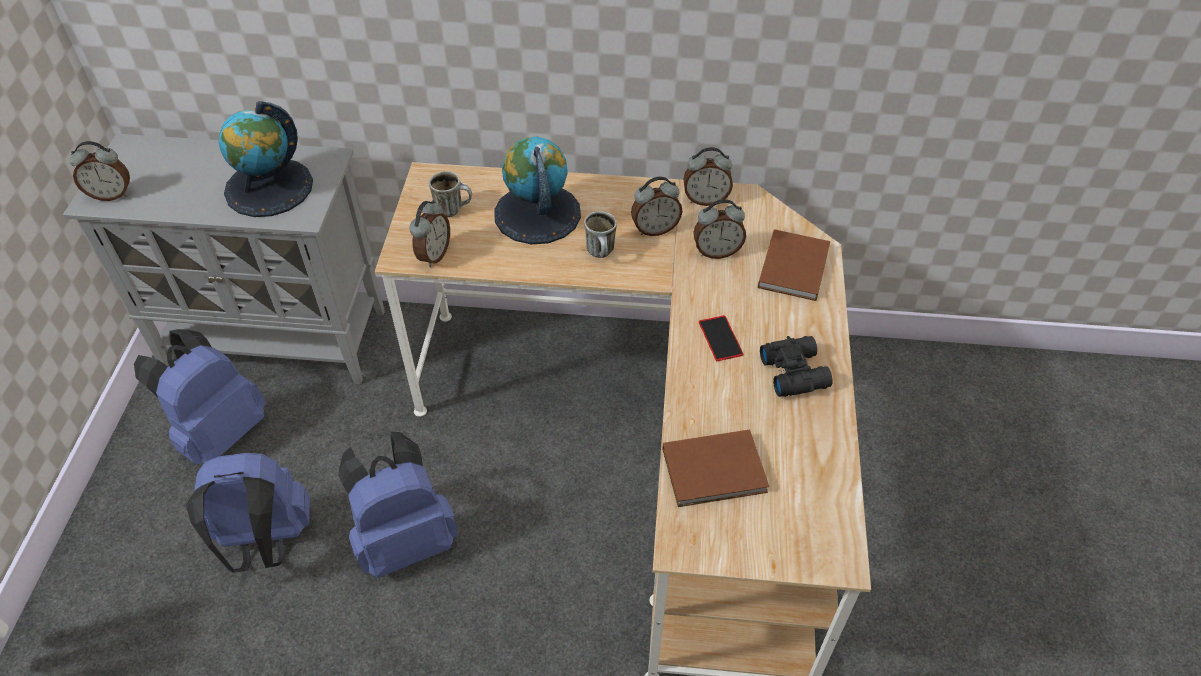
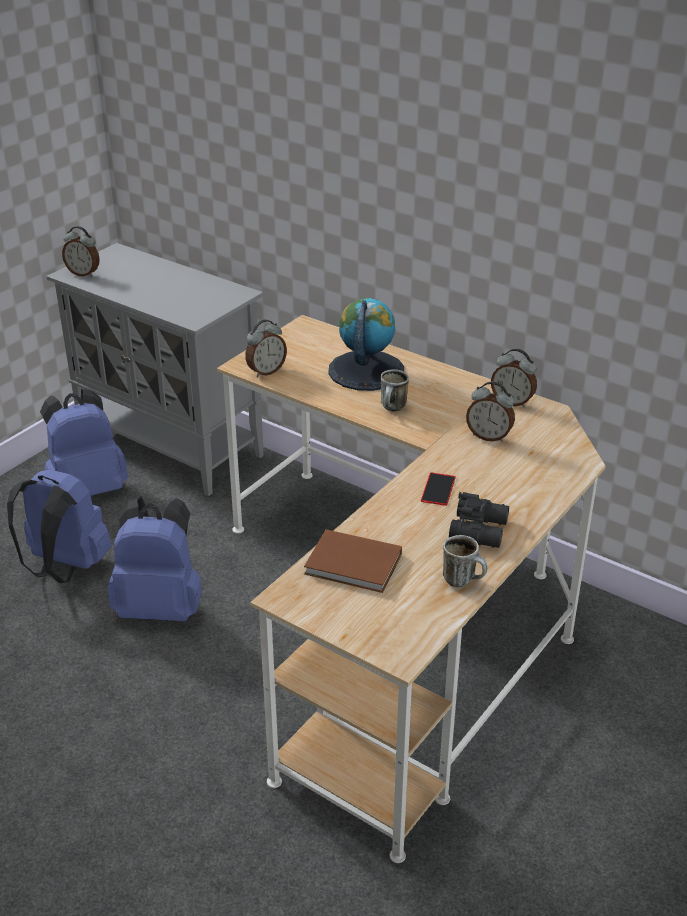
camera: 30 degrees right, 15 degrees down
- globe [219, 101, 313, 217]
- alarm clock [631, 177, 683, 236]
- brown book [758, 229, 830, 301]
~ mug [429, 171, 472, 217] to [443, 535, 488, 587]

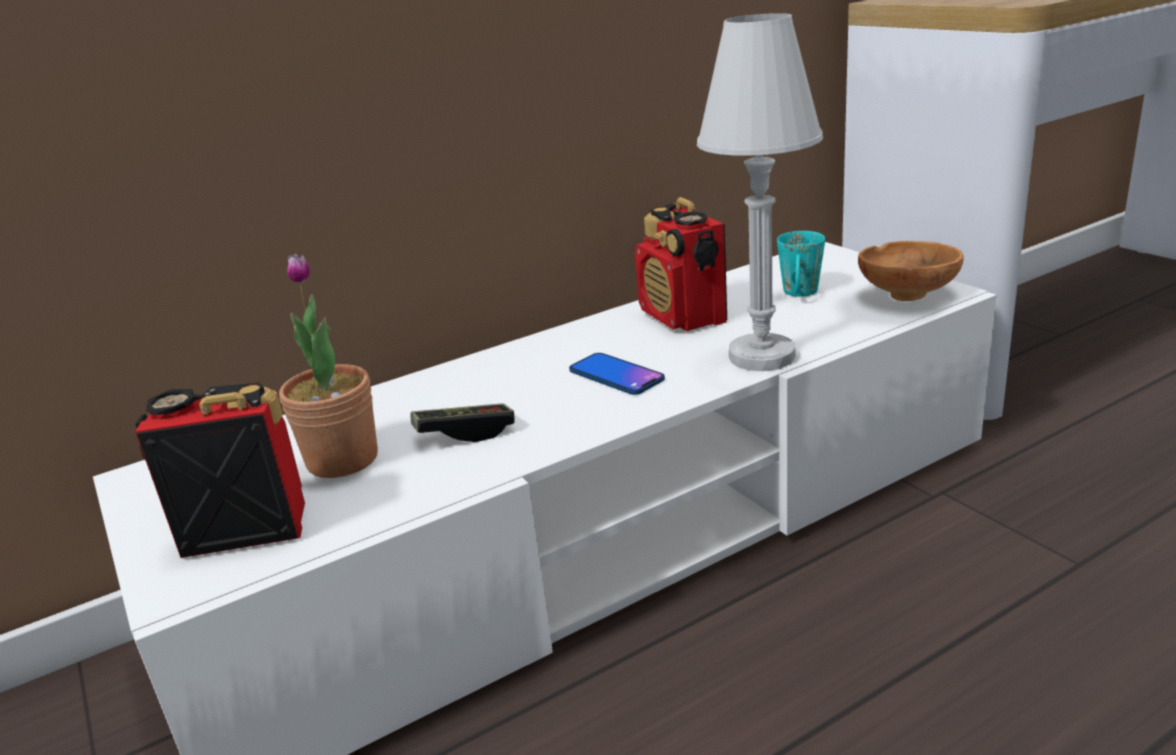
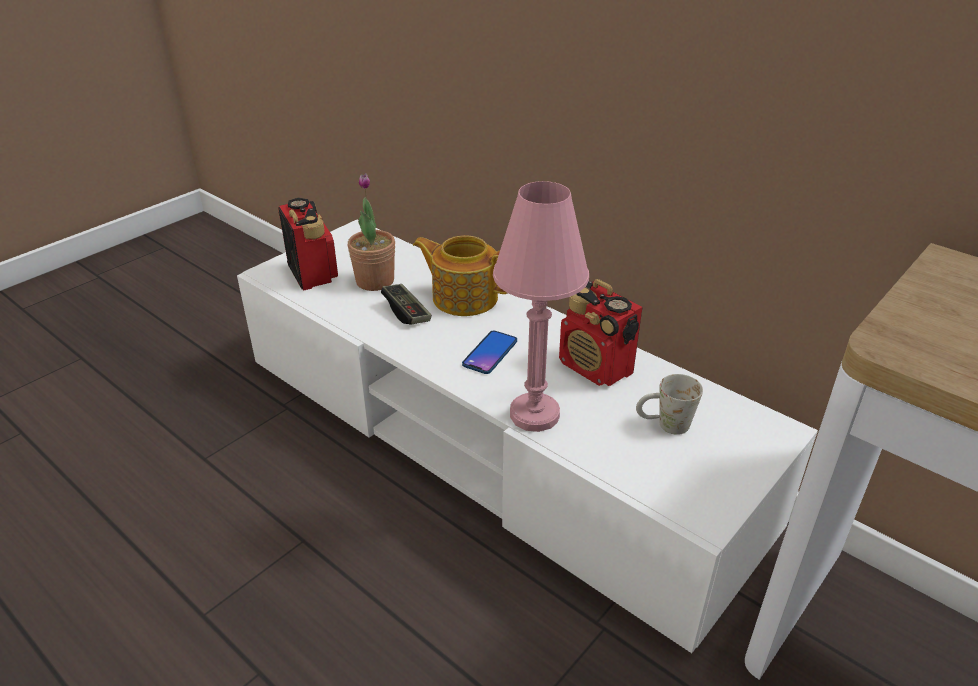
camera: 70 degrees right, 10 degrees up
- brown bowl [858, 241, 964, 301]
+ teapot [413, 235, 507, 316]
~ white table lamp [697, 13, 823, 371] to pink table lamp [493, 181, 589, 432]
~ turquoise mug [777, 231, 825, 297] to white mug [636, 374, 703, 435]
~ radio [635, 197, 727, 331] = [559, 279, 642, 386] 90 degrees counterclockwise

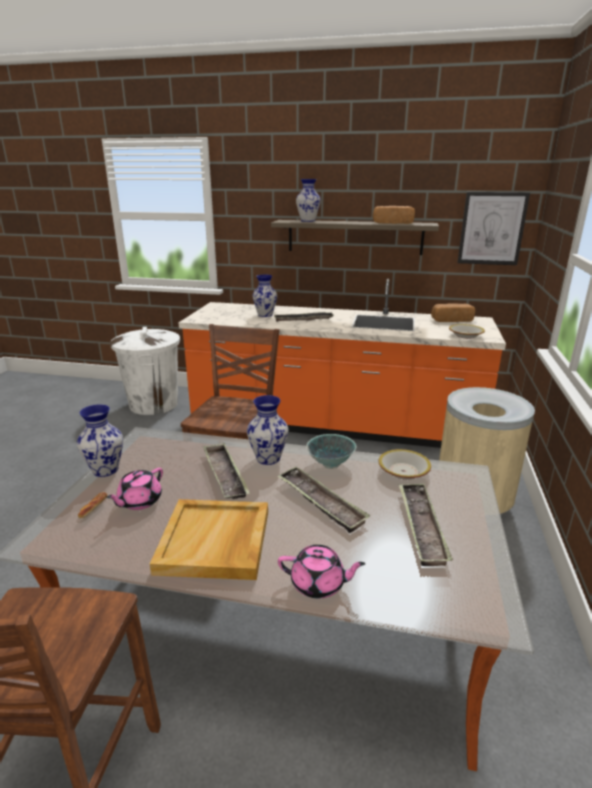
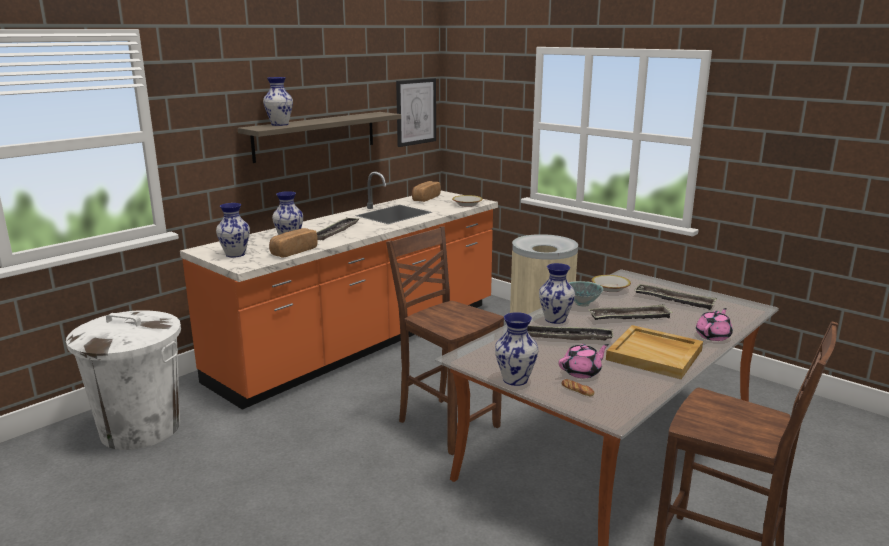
camera: 60 degrees left, 5 degrees down
+ vase [216, 203, 250, 258]
~ bread [373, 206, 415, 224] to [269, 228, 318, 257]
~ pink teapot [106, 468, 163, 510] = [559, 344, 609, 378] 90 degrees counterclockwise

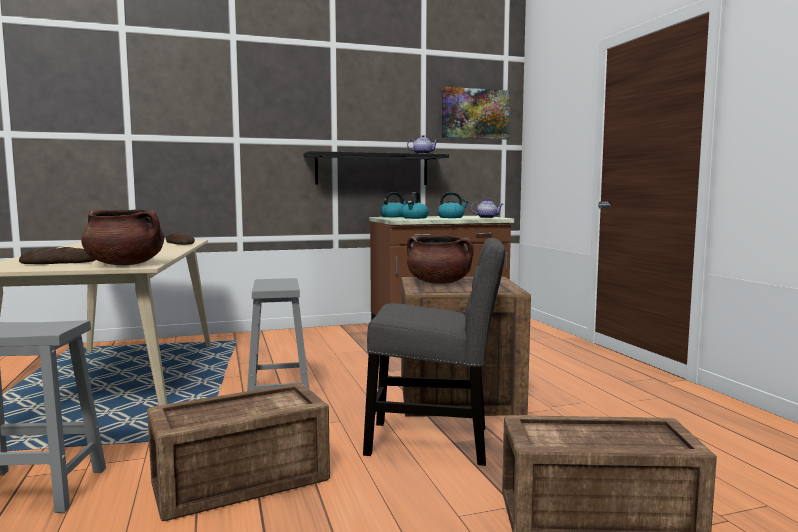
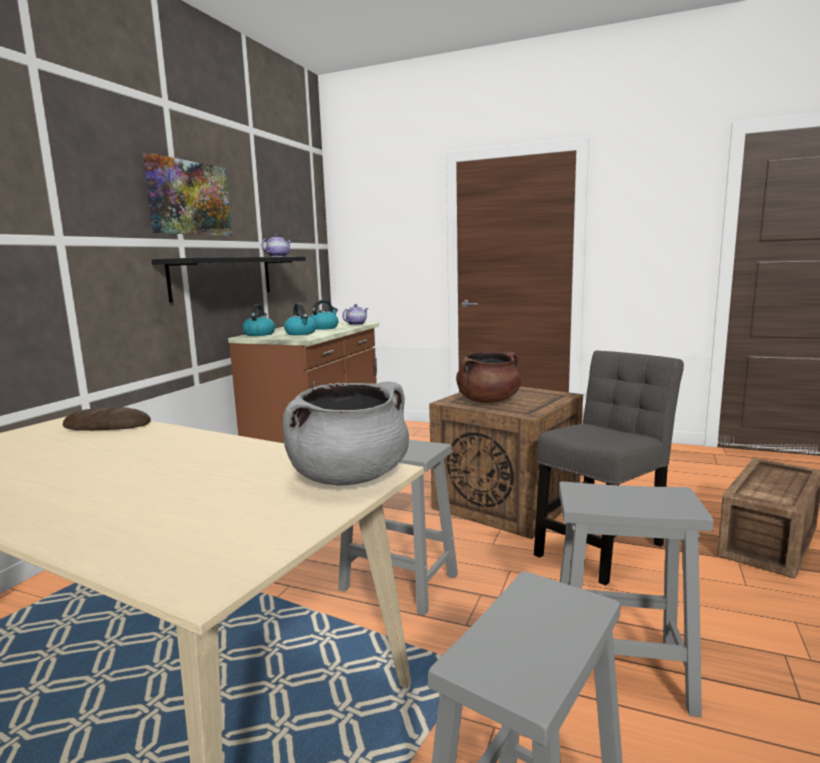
camera: 50 degrees left, 5 degrees up
- bread [19, 247, 95, 264]
~ picture [442, 87, 510, 139] to [143, 152, 232, 236]
~ crate [147, 383, 330, 521] to grey stool [559, 482, 713, 717]
~ brown cooking pot [81, 209, 164, 265] to grey cooking pot [283, 381, 409, 485]

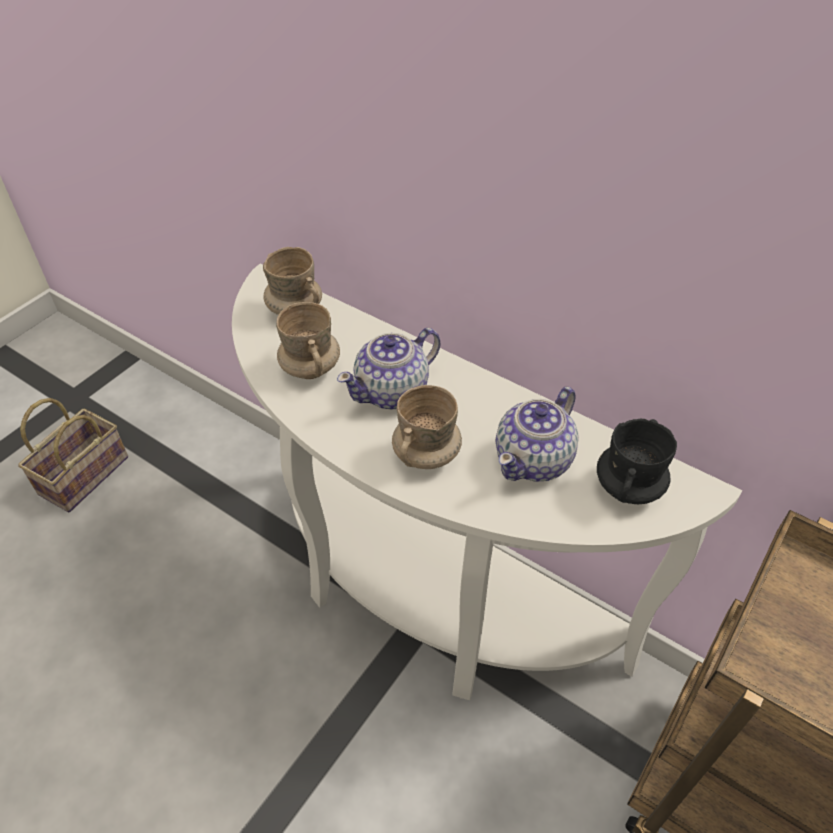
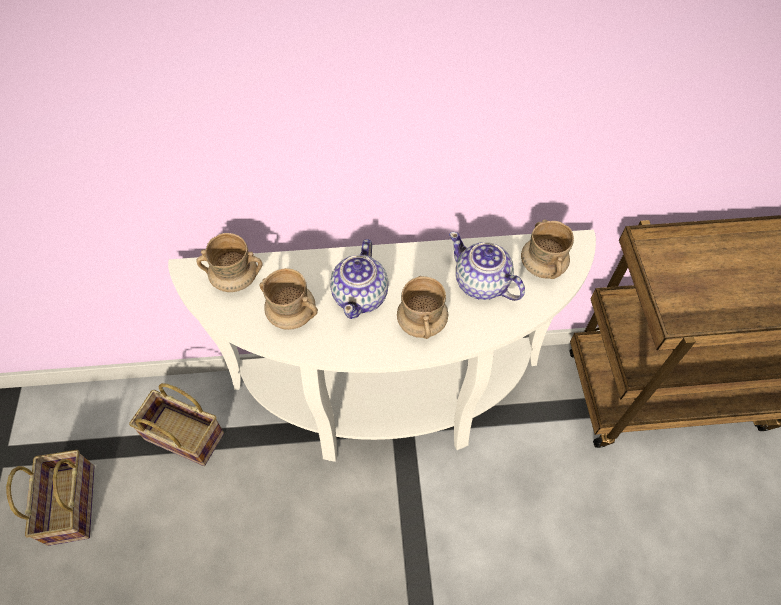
camera: 40 degrees left, 10 degrees up
+ basket [129, 383, 224, 466]
~ black mug [597, 419, 677, 504] to beige mug [521, 220, 574, 279]
~ teapot [496, 387, 579, 482] = [449, 232, 525, 301] 135 degrees clockwise

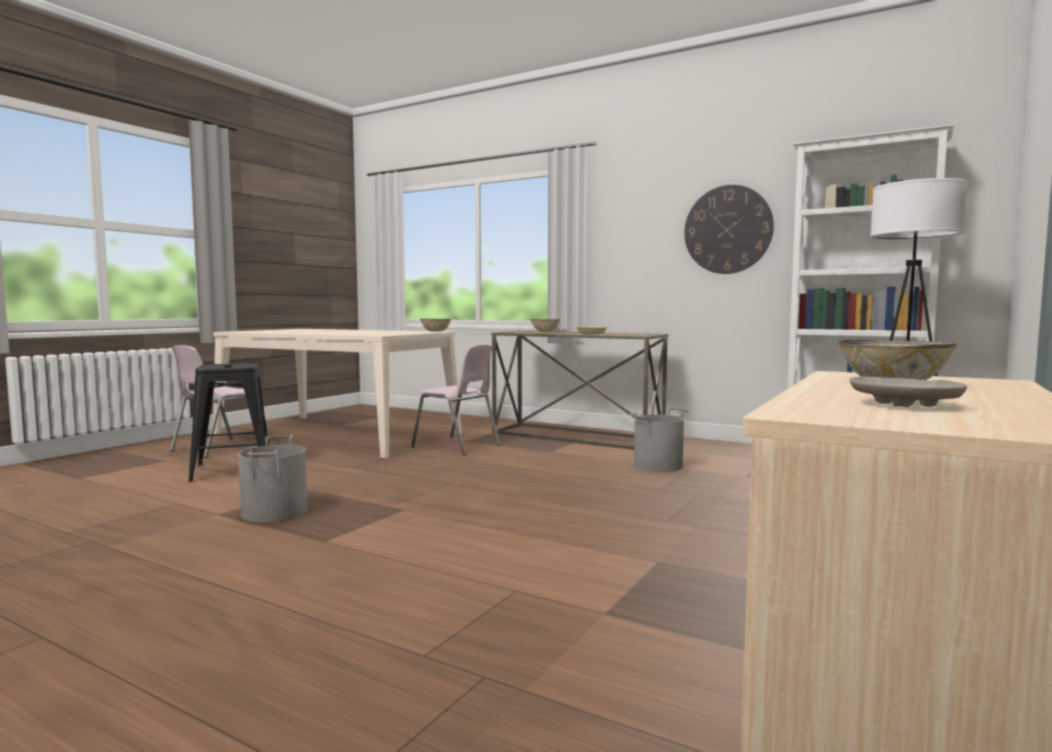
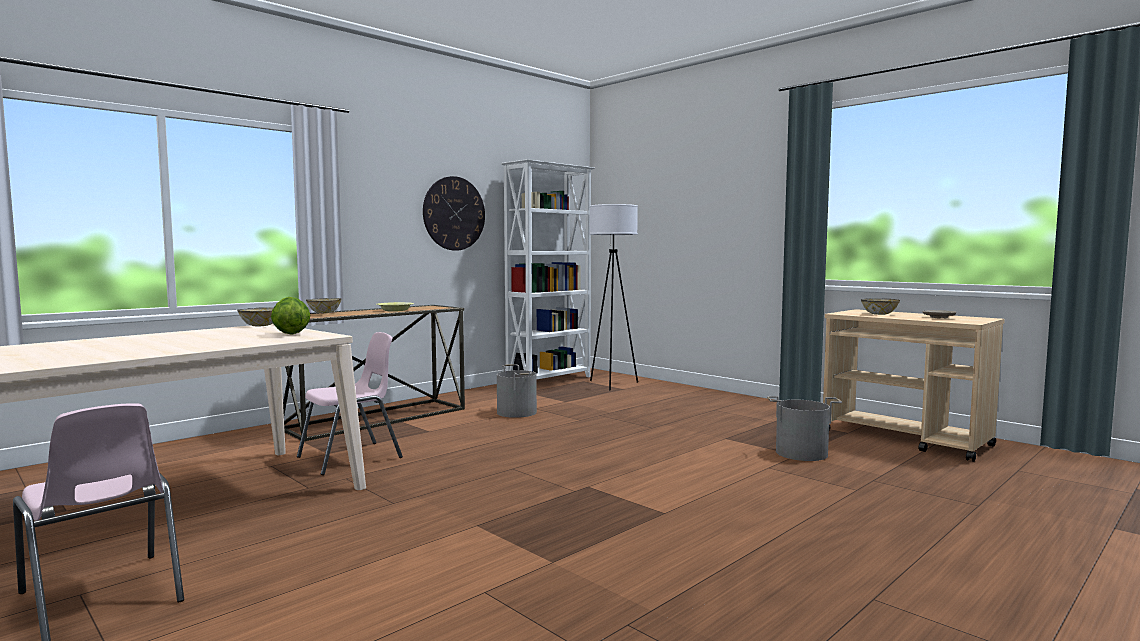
camera: 75 degrees left, 0 degrees up
- black stool [188, 363, 269, 482]
+ lettuce [271, 297, 310, 334]
~ grey bucket [238, 435, 307, 523] to [767, 396, 842, 461]

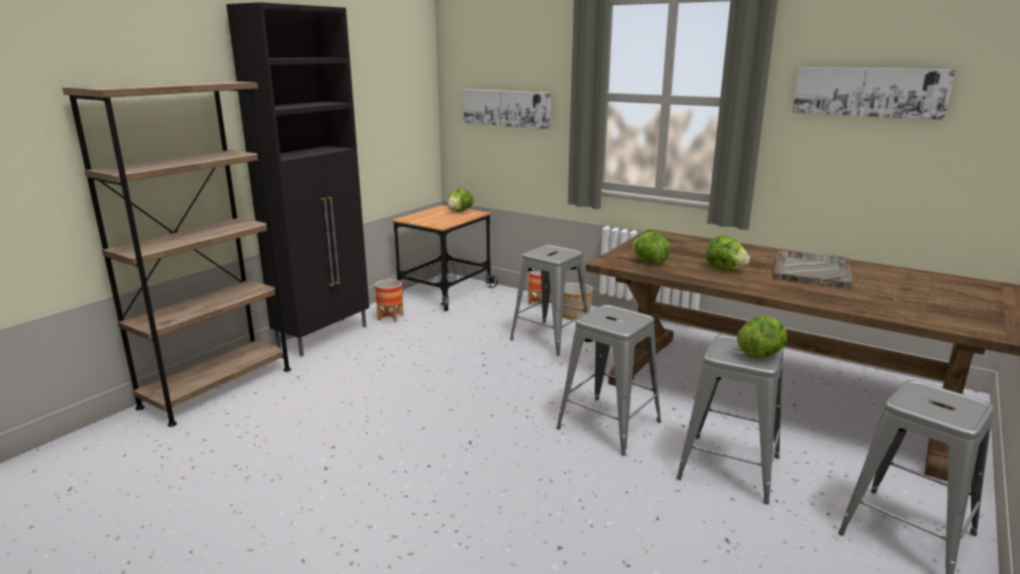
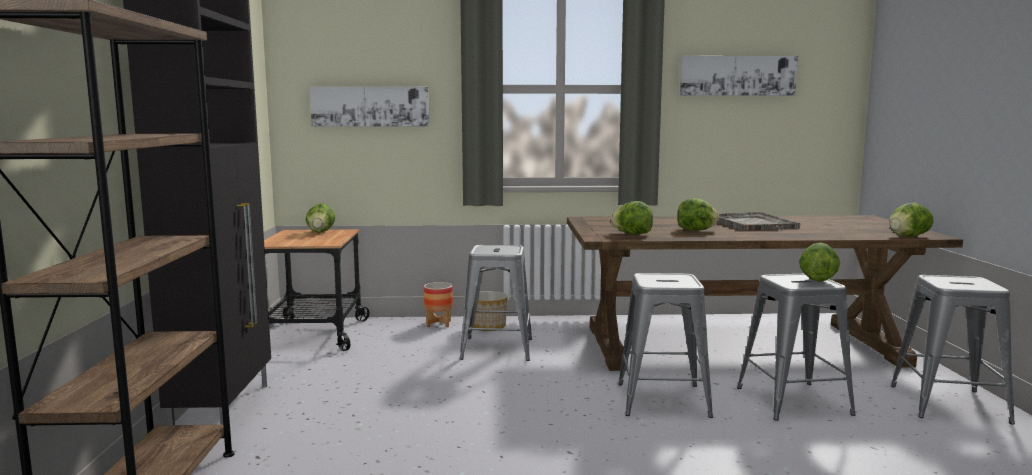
camera: 35 degrees left, 10 degrees down
- planter [375, 279, 404, 322]
+ lettuce [889, 203, 934, 237]

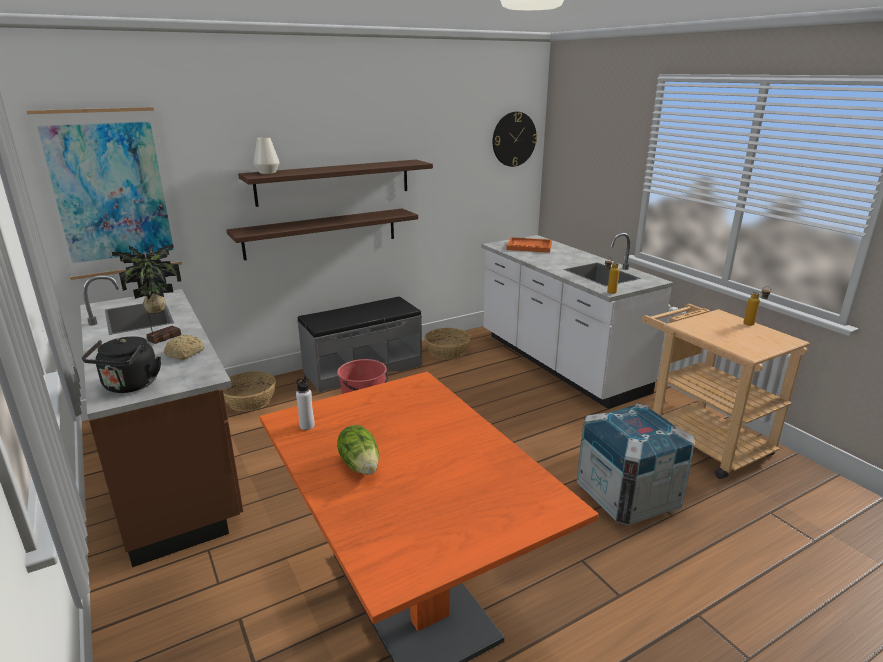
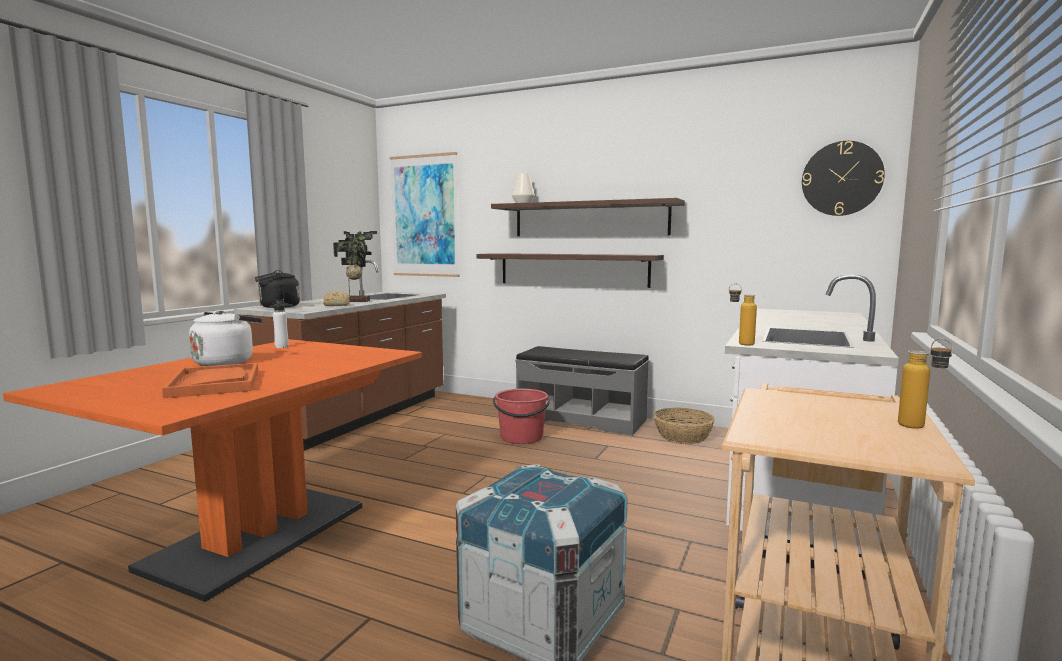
camera: 55 degrees right, 15 degrees down
- basket [223, 371, 276, 411]
~ orange tray [506, 237, 552, 253] to [162, 363, 258, 398]
~ lettuce [337, 425, 379, 475] to white kettle [189, 310, 262, 366]

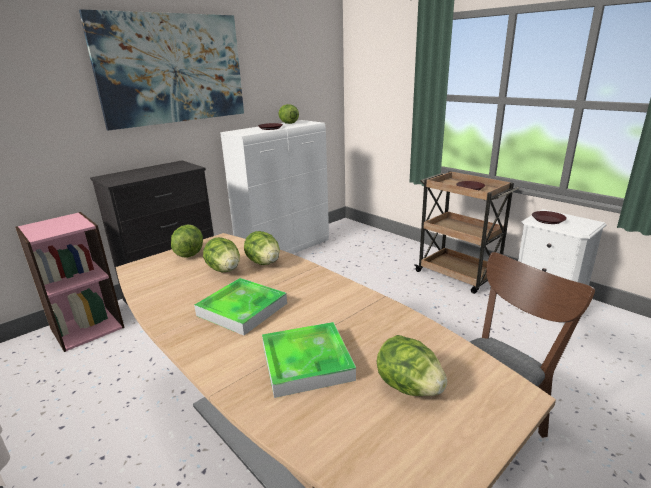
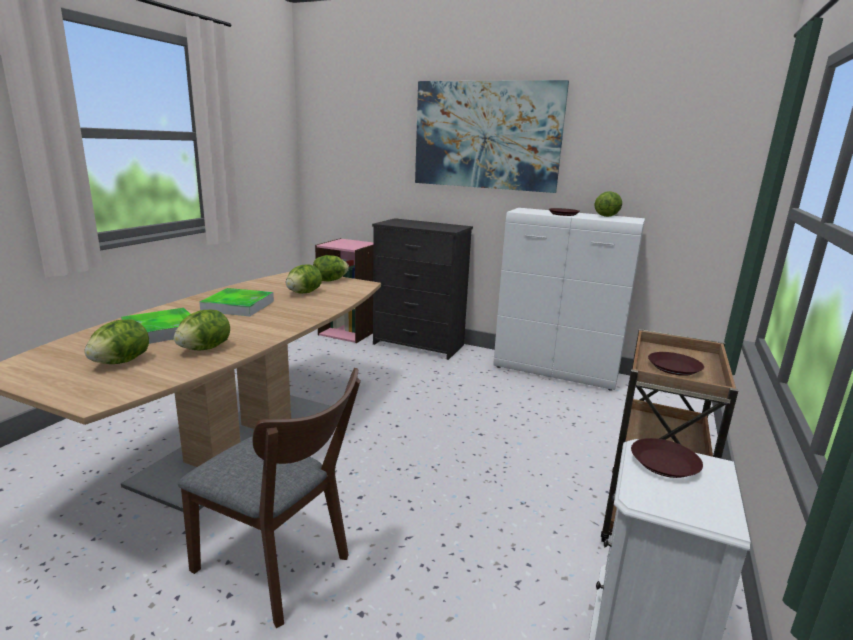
camera: 65 degrees right, 5 degrees down
~ lettuce [244, 231, 280, 265] to [174, 310, 230, 350]

